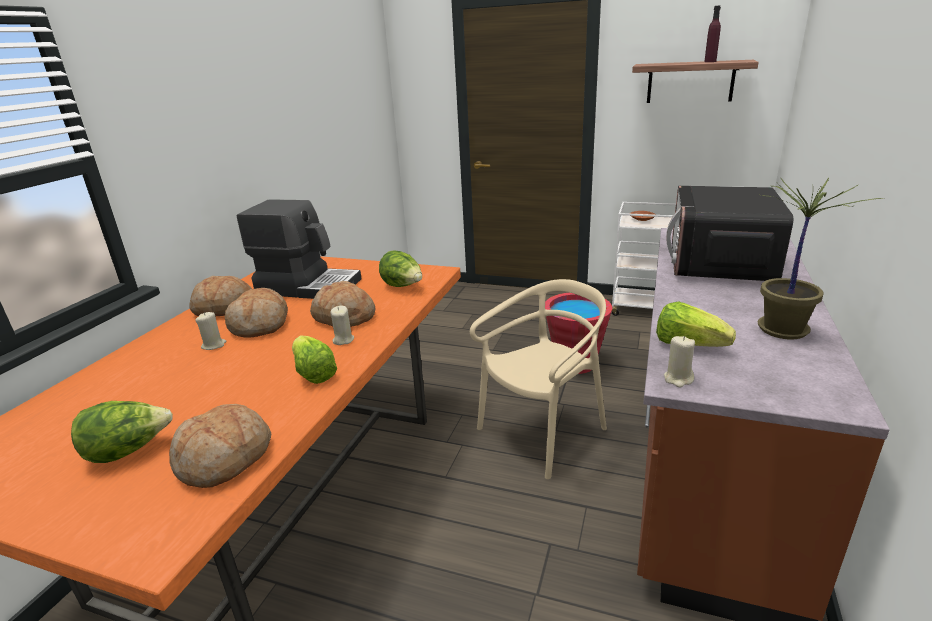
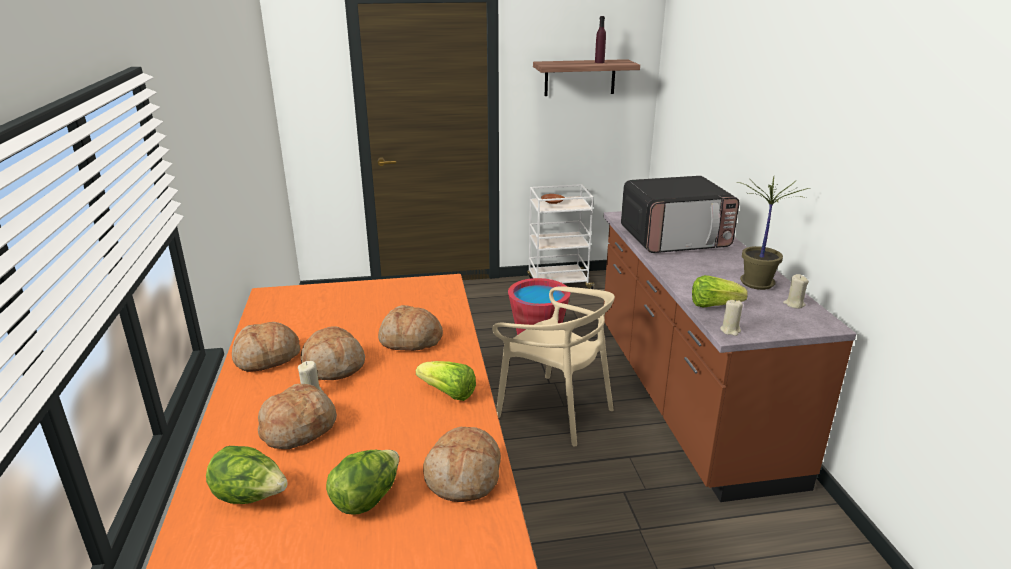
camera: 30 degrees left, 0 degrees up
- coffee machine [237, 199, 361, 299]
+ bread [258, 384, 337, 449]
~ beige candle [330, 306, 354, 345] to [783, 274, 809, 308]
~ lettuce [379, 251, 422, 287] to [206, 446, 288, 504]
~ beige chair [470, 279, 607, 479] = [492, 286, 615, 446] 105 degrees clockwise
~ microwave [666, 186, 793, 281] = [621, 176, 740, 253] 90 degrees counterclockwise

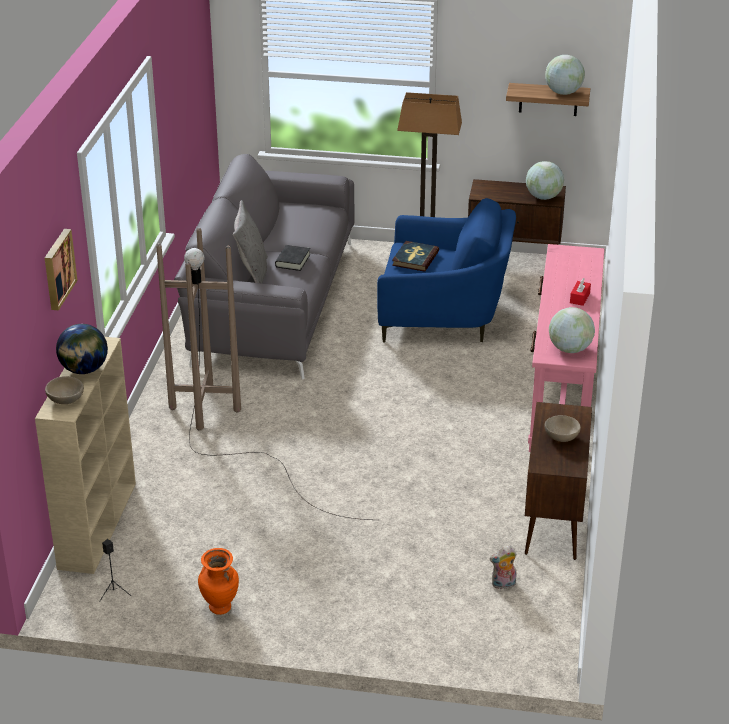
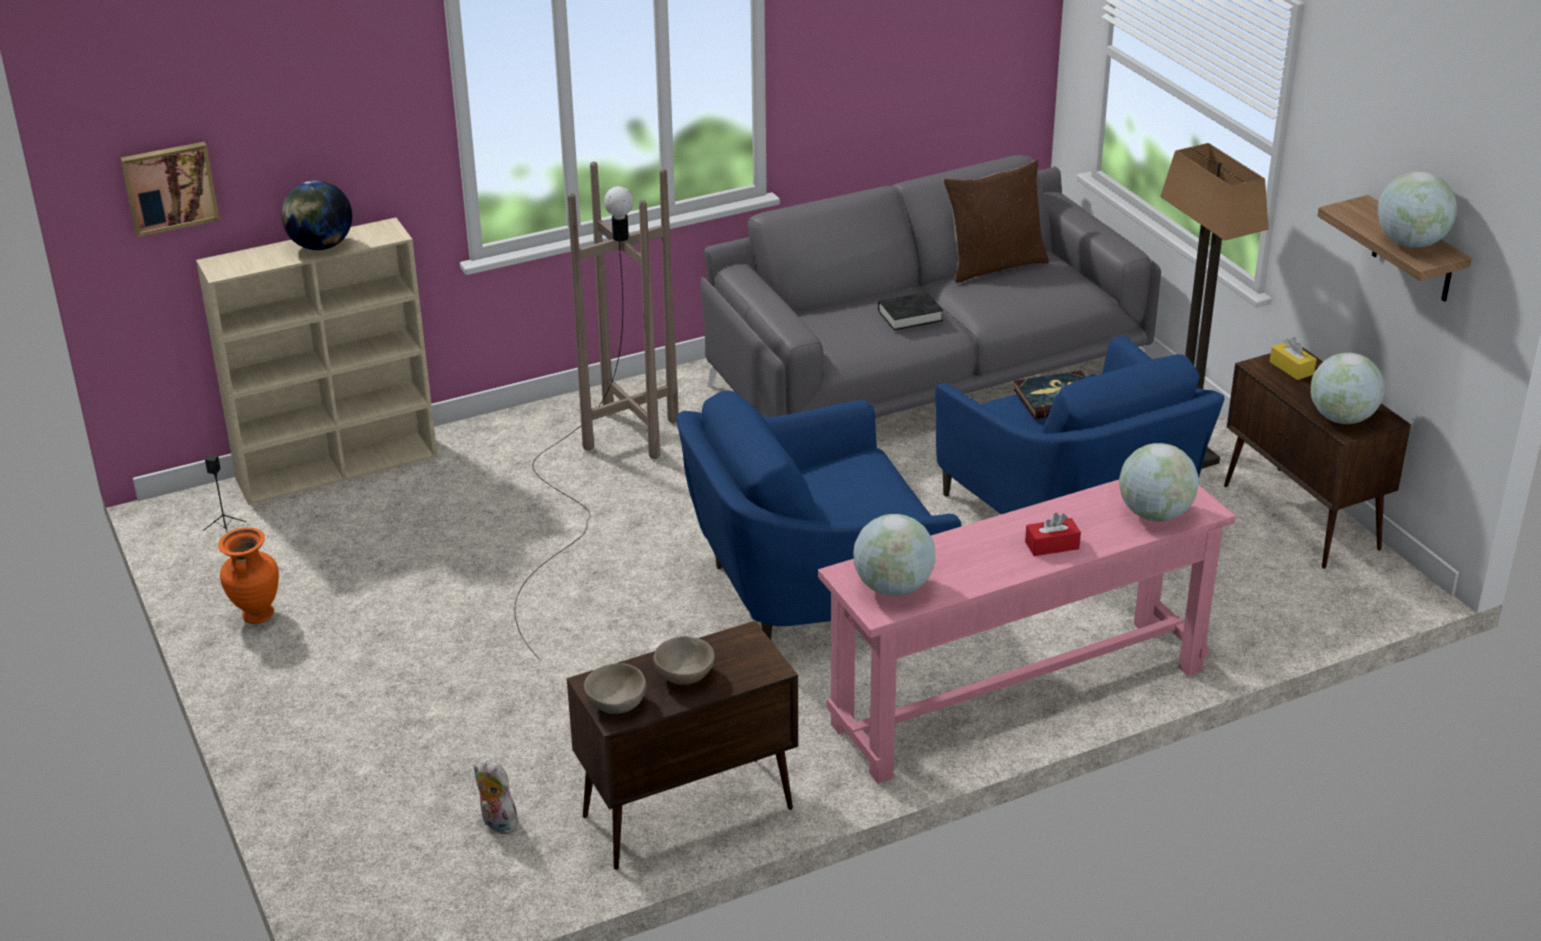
camera: 55 degrees right, 0 degrees up
- grey pillow [233, 200, 268, 284]
+ blue armchair [676, 390, 962, 640]
+ brown pillow [943, 160, 1049, 283]
+ globe [1119, 443, 1199, 522]
+ yellow tissue box [1270, 337, 1316, 380]
~ picture [45, 229, 77, 311] to [121, 142, 219, 237]
~ beige bowl [45, 376, 84, 404] to [584, 663, 646, 714]

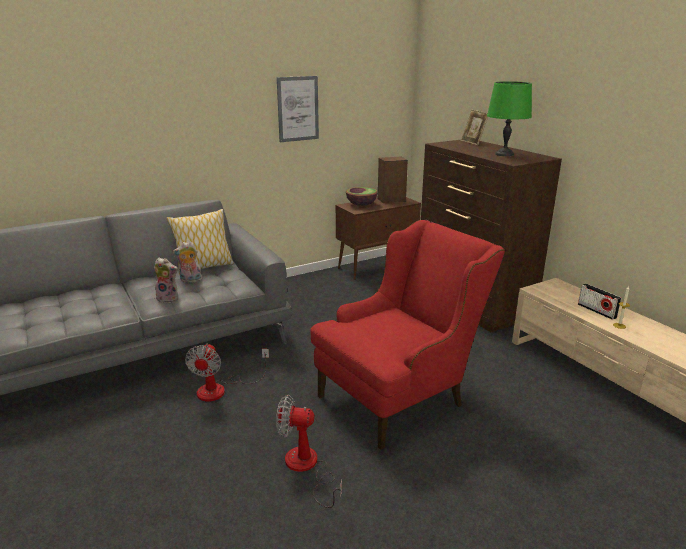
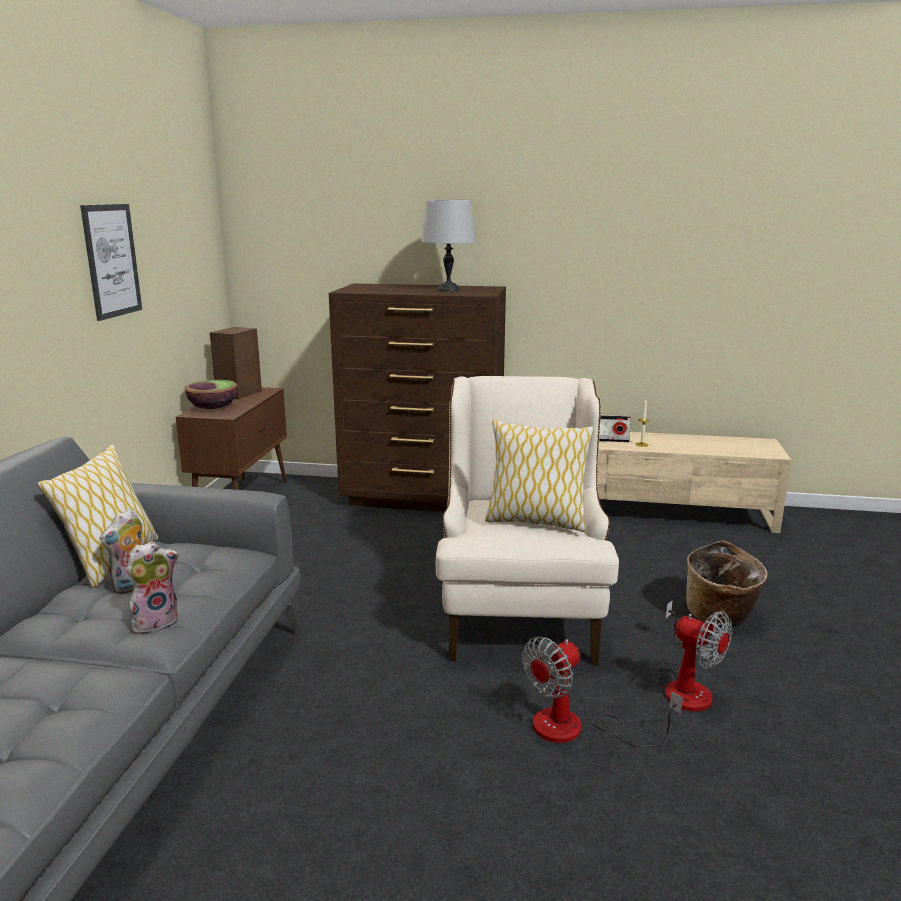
camera: 50 degrees left, 5 degrees down
- picture frame [461, 110, 488, 145]
+ pillow [485, 420, 594, 532]
+ basket [686, 541, 768, 625]
~ fan [185, 343, 269, 402] to [656, 600, 732, 712]
~ red armchair [311, 220, 505, 450] to beige armchair [436, 376, 619, 665]
~ green table lamp [487, 81, 532, 156] to grey table lamp [422, 200, 476, 292]

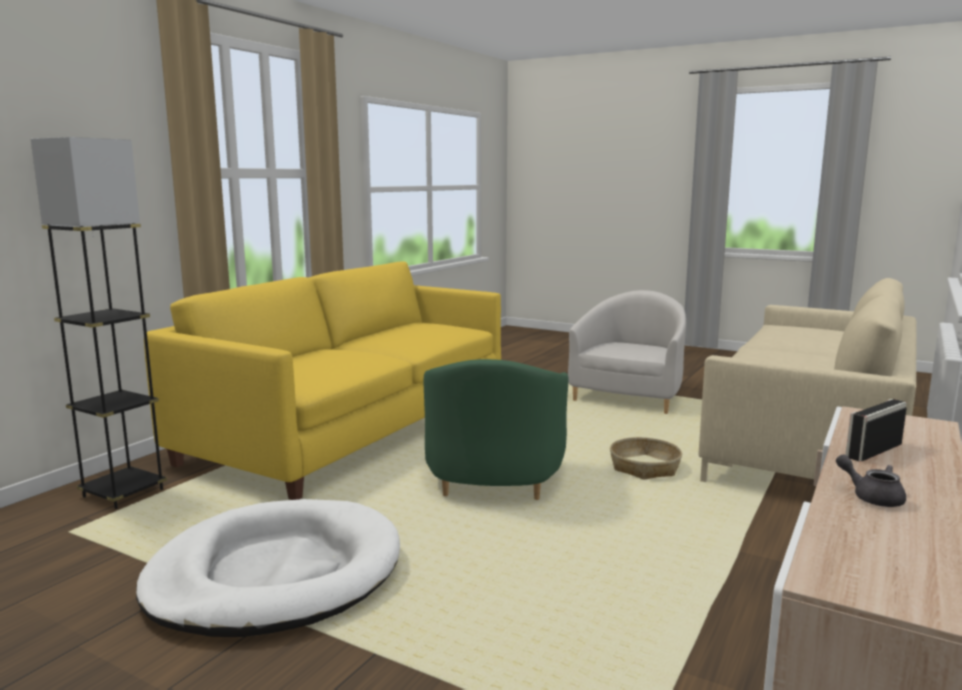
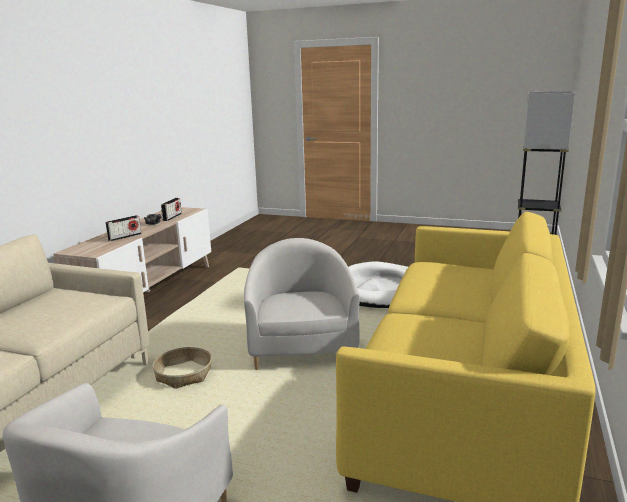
camera: 170 degrees right, 5 degrees up
+ radio [161, 198, 182, 221]
~ green armchair [424, 359, 569, 500] to white armchair [244, 238, 360, 370]

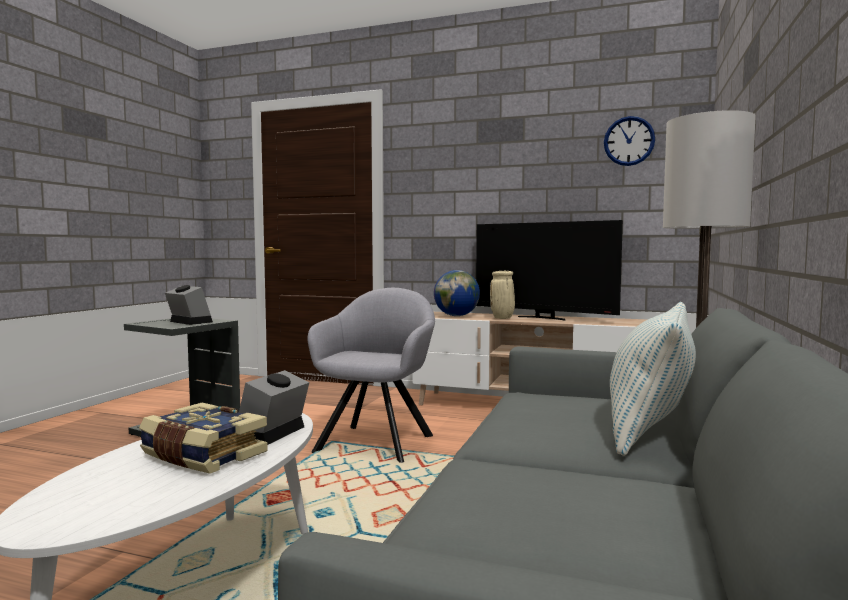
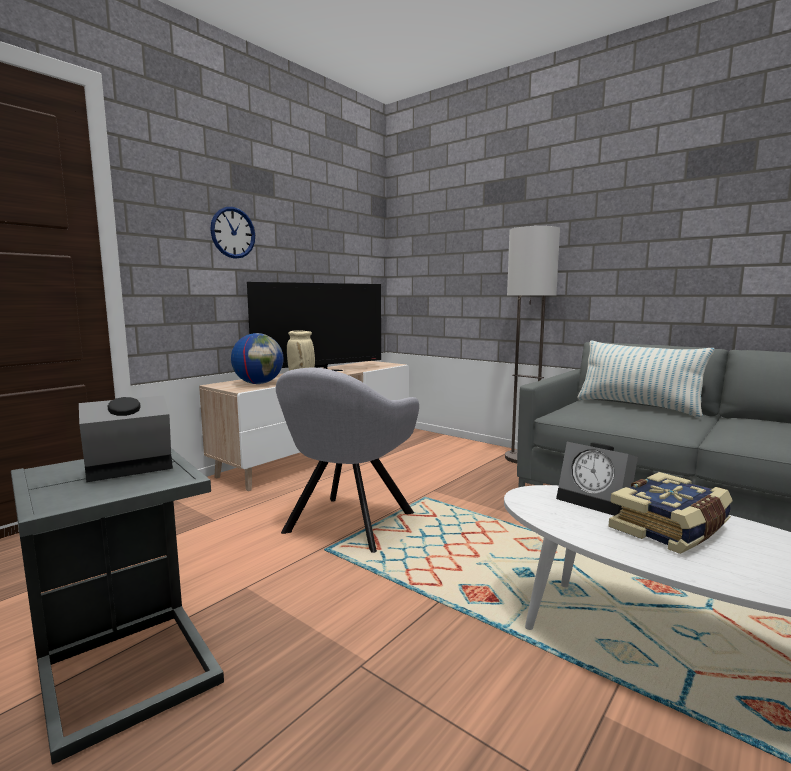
camera: 70 degrees left, 5 degrees up
~ wall clock [604, 116, 655, 166] to [210, 207, 255, 259]
~ grey armchair [307, 288, 435, 463] = [276, 368, 419, 553] 105 degrees counterclockwise

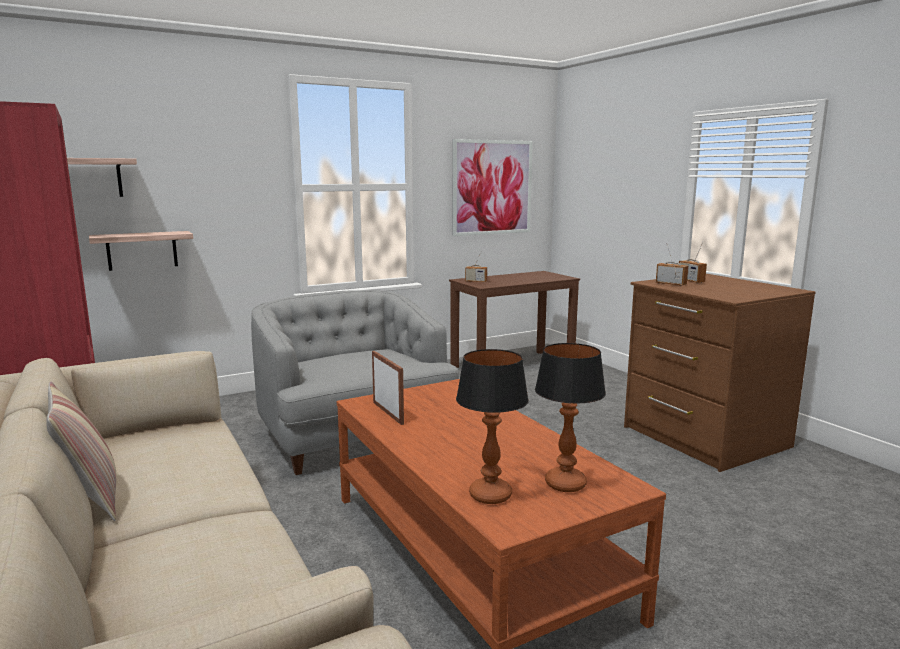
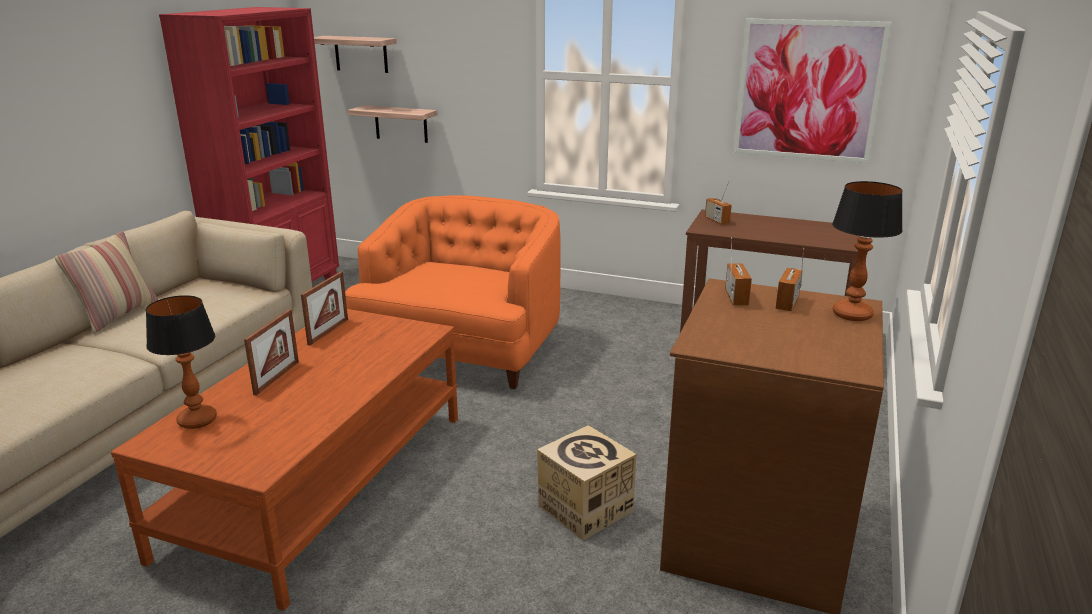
camera: 50 degrees right, 10 degrees up
+ picture frame [244, 309, 299, 396]
+ cardboard box [537, 425, 636, 541]
~ table lamp [535, 343, 606, 492] to [832, 181, 903, 321]
~ grey armchair [251, 290, 459, 475] to orange armchair [345, 195, 561, 389]

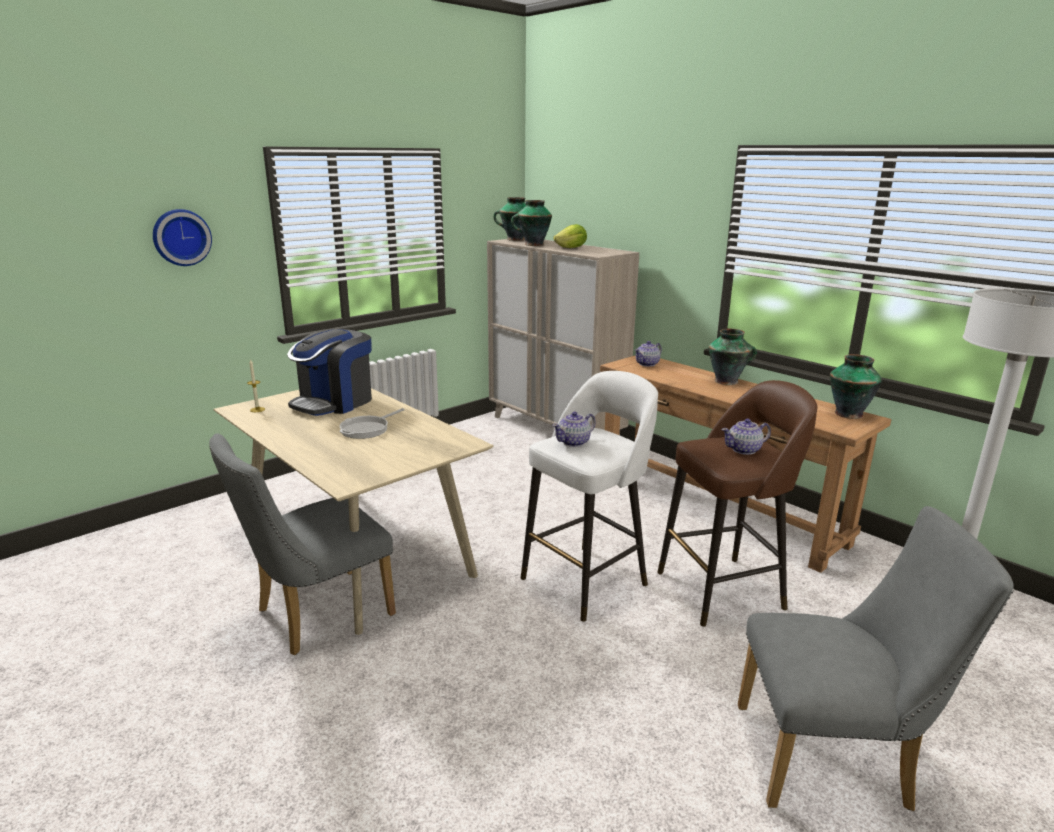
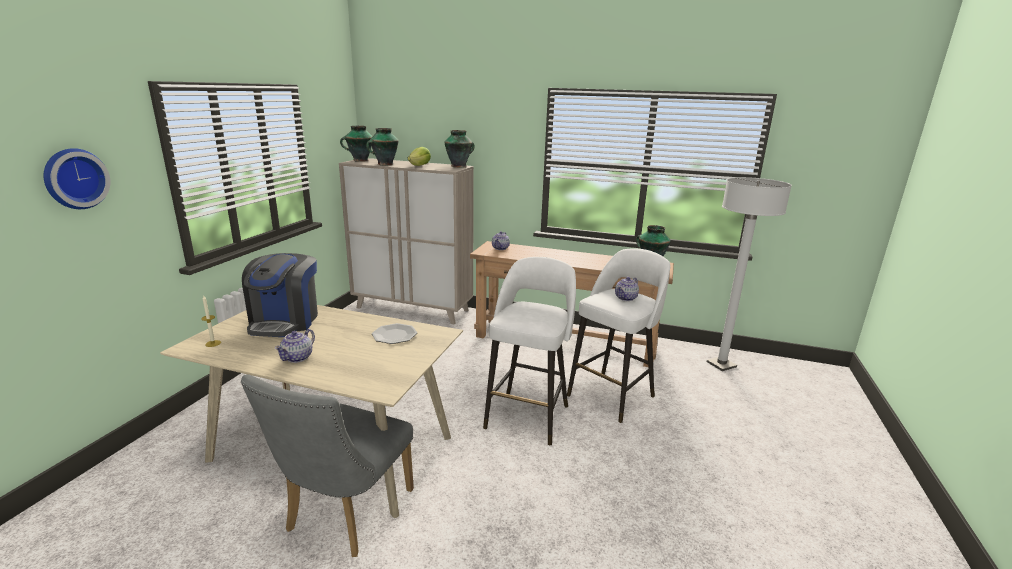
camera: 30 degrees left, 0 degrees up
- frying pan [340, 408, 405, 439]
- grey chair [738, 506, 1014, 811]
+ plate [372, 323, 417, 344]
~ teapot [552, 412, 596, 447] to [274, 329, 315, 363]
~ vase [709, 329, 757, 385] to [444, 130, 475, 168]
~ brown stool [657, 380, 817, 627] to white stool [567, 248, 671, 423]

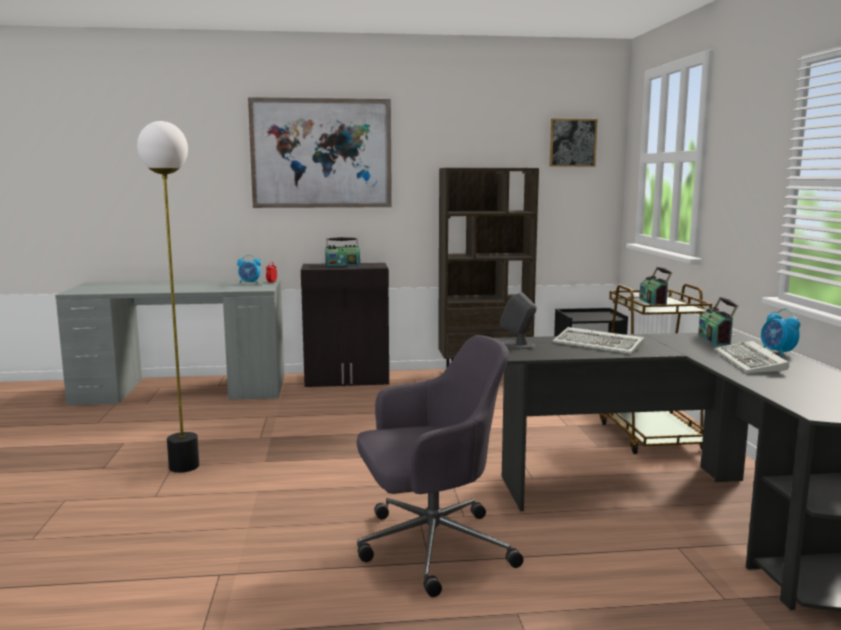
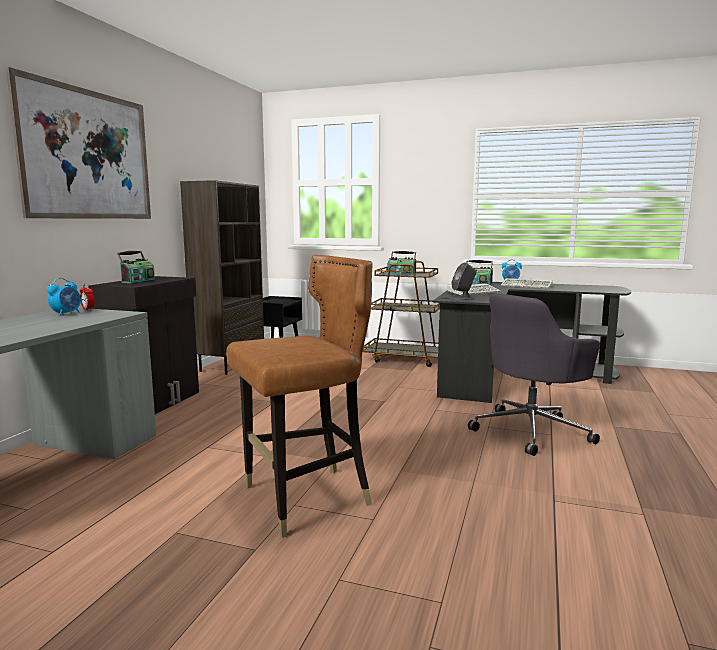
camera: 65 degrees left, 0 degrees up
- picture [550, 118, 598, 167]
~ floor lamp [137, 121, 199, 473] to brown chair [226, 255, 373, 538]
~ grey office chair [357, 335, 523, 597] = [468, 293, 600, 456] 135 degrees counterclockwise

